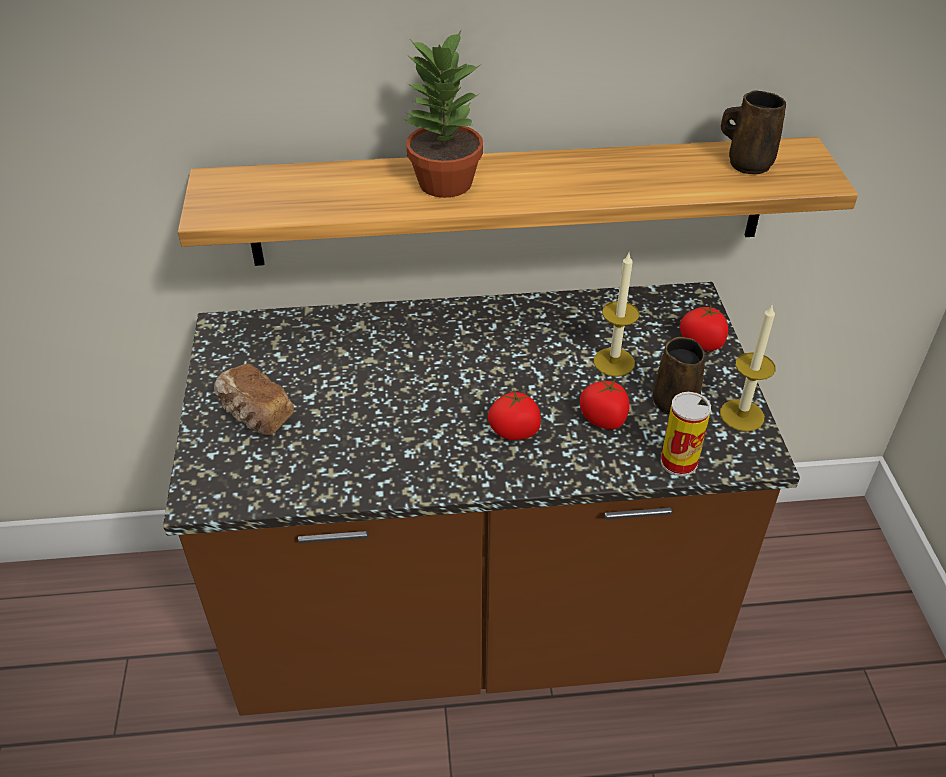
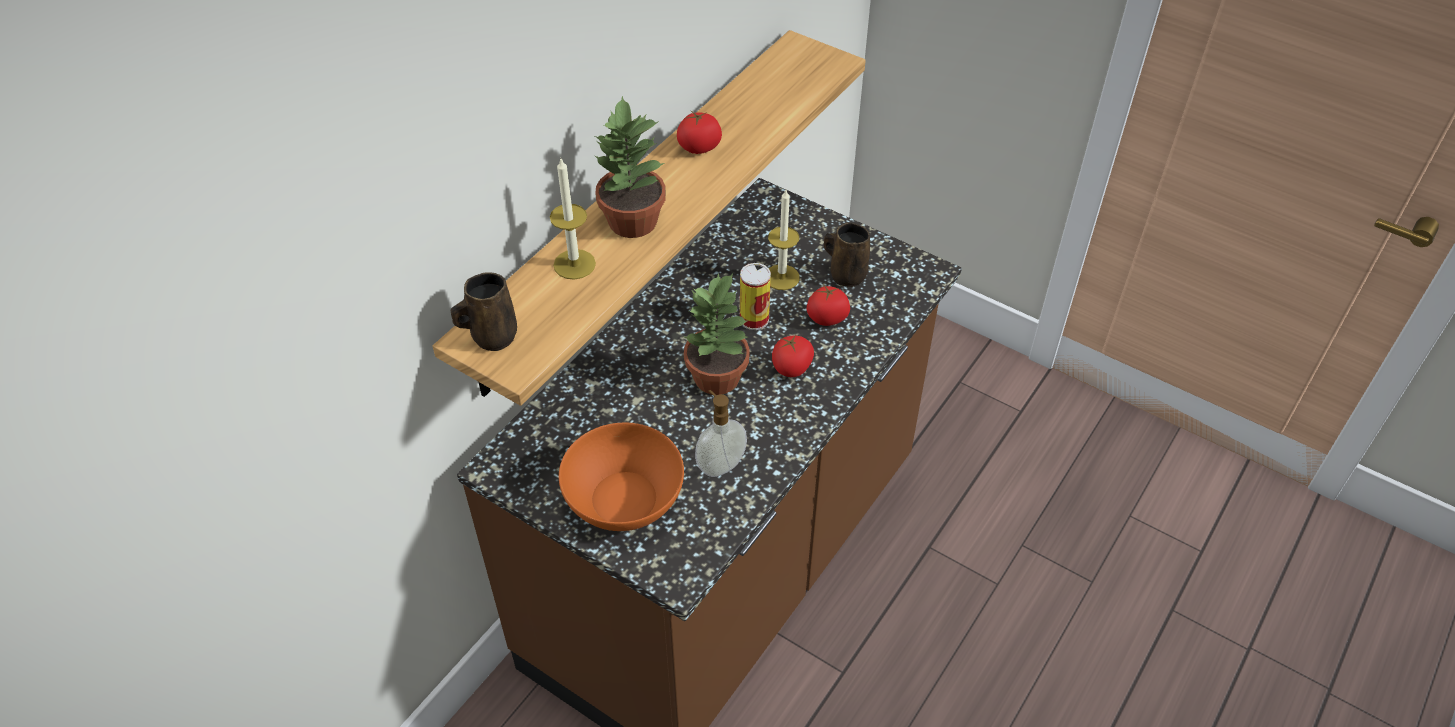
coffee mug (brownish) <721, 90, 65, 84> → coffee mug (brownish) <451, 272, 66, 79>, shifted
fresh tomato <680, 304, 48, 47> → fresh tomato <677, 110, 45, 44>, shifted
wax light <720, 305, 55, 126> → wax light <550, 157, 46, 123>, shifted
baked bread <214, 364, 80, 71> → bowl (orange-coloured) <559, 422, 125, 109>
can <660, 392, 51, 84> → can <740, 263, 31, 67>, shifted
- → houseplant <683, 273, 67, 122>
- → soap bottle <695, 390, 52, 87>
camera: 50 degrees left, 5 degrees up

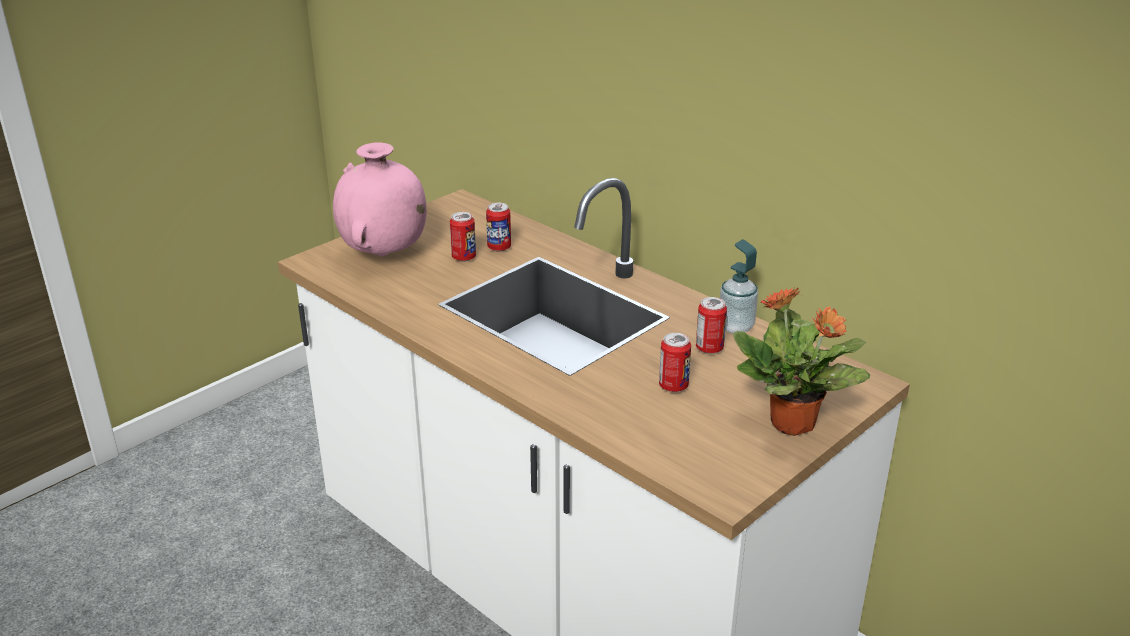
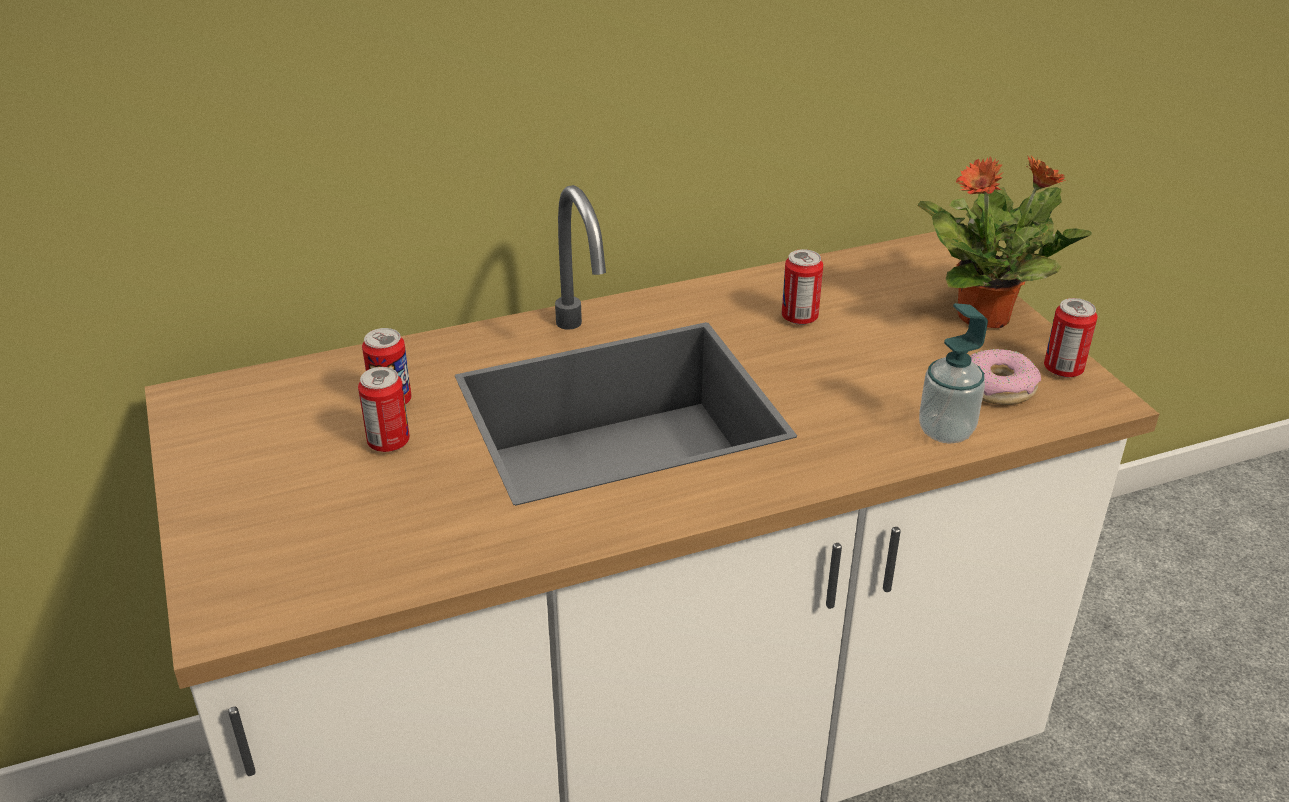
flower vase (pinkish) <333, 142, 94, 114> → -
soap bottle <720, 240, 38, 93> → soap bottle <919, 303, 69, 141>, shifted
can <659, 333, 32, 59> → can <1044, 298, 53, 80>, shifted
- → ring doughnut <970, 349, 71, 56>
camera: 65 degrees left, 5 degrees up

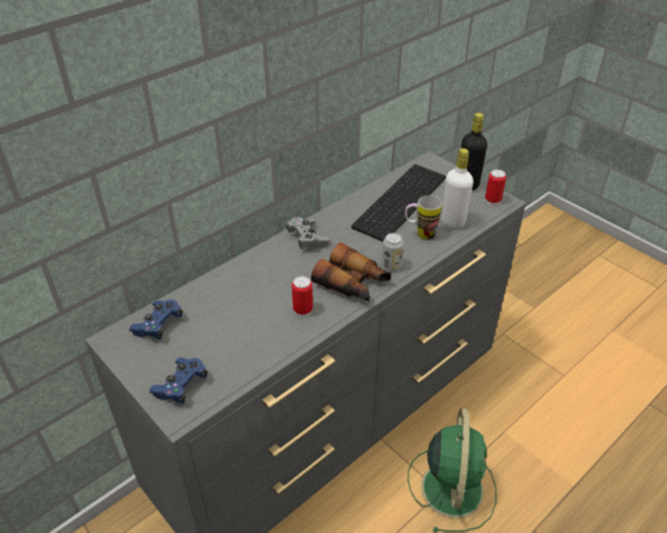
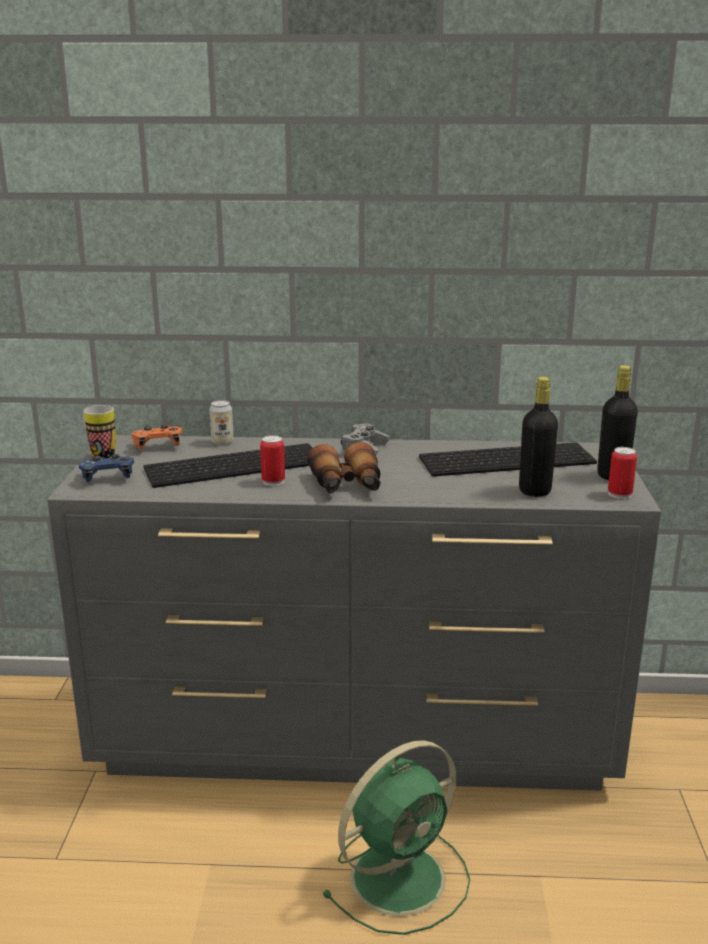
bottle (whitish) <441, 148, 32, 81> → bottle (blackish) <519, 377, 39, 120>
coffee mug <405, 195, 37, 45> → coffee mug <83, 405, 33, 54>, shifted
can <382, 233, 21, 38> → can <209, 400, 25, 45>, shifted
game controller (blue) <129, 300, 54, 40> → game controller (orange-coloured) <131, 424, 51, 26>
- → keyboard <144, 443, 168, 45>
camera: 45 degrees right, 20 degrees down

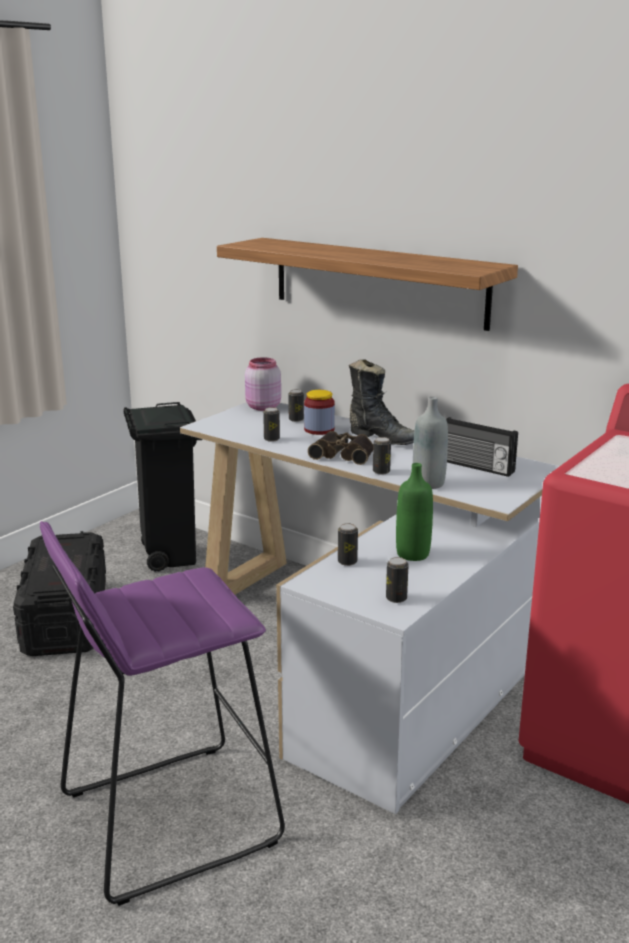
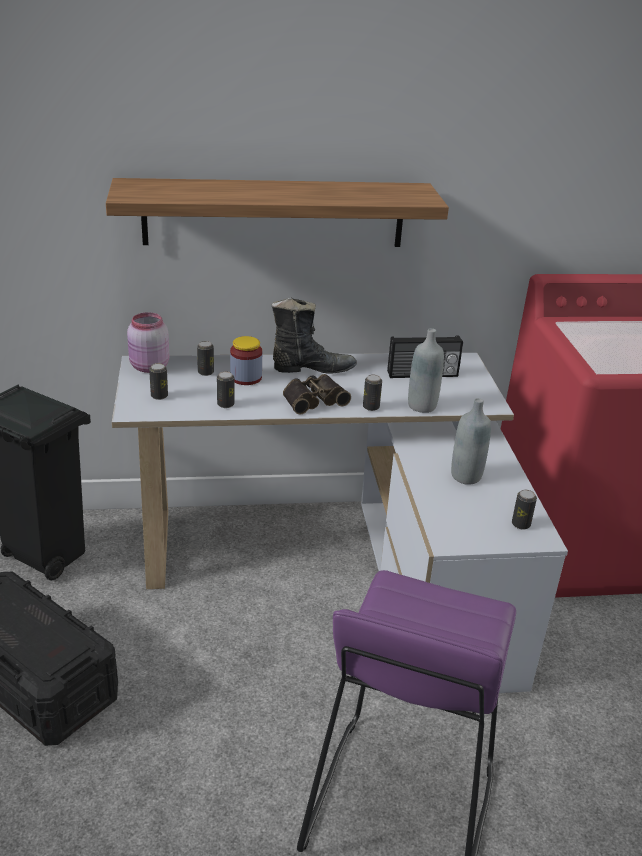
bottle (greenish) <396, 463, 37, 98> → bottle (grey) <451, 398, 40, 87>
can <338, 523, 20, 43> → can <149, 363, 19, 37>, shifted
camera: 45 degrees left, 10 degrees up

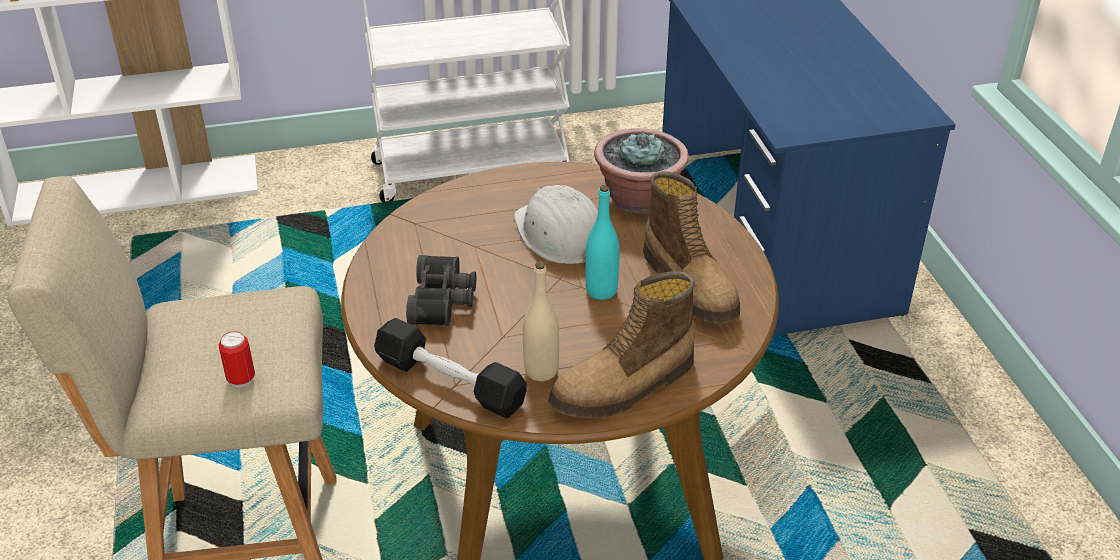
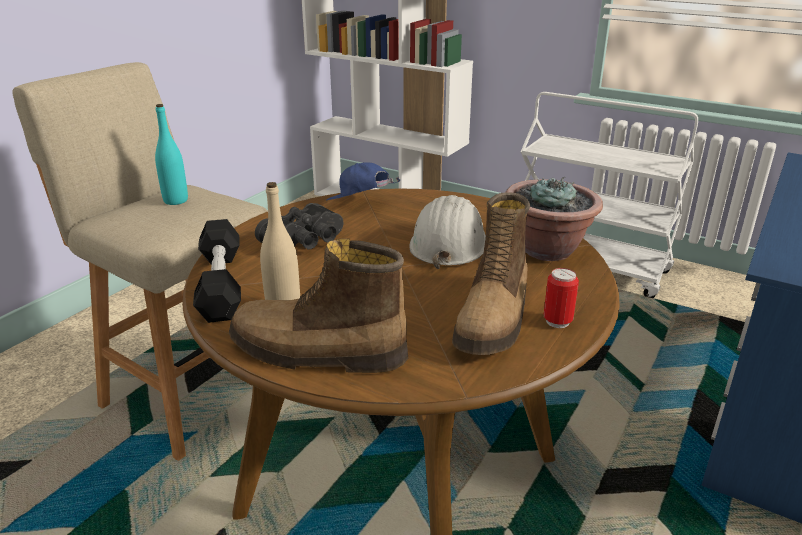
bottle (turquoise-coloured) <585, 185, 35, 115> → bottle (turquoise-coloured) <155, 104, 33, 101>, shifted
can <219, 331, 36, 56> → can <544, 268, 35, 60>, shifted
- → baseball cap (blue) <326, 162, 74, 38>
camera: 45 degrees right, 10 degrees down

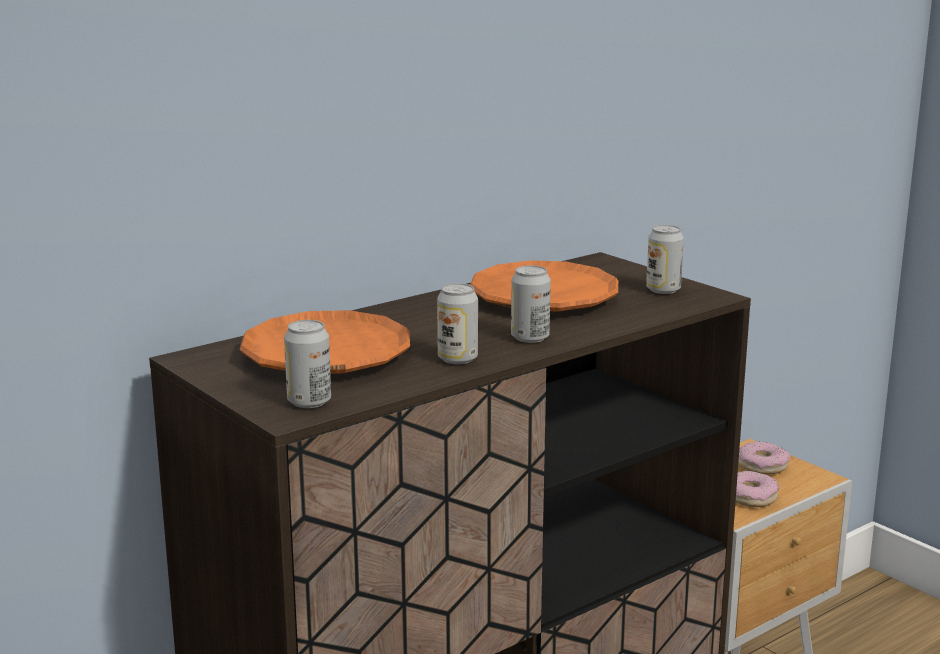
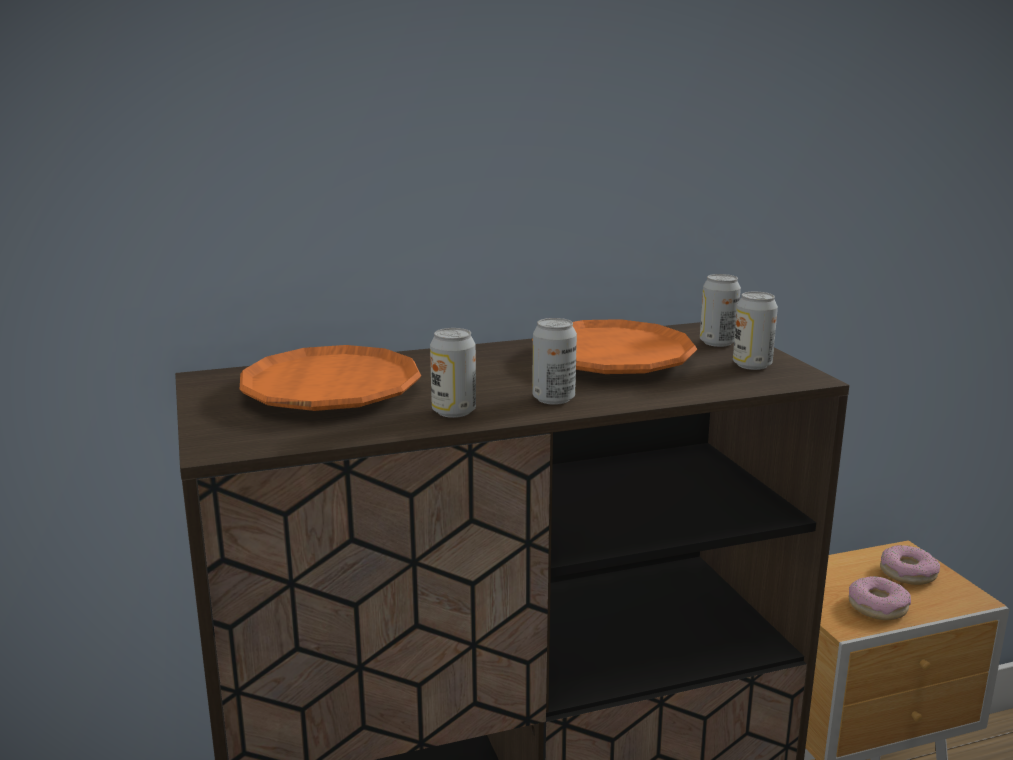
can <284, 320, 47, 88> → can <700, 274, 41, 73>, shifted
camera: 20 degrees right, 0 degrees up

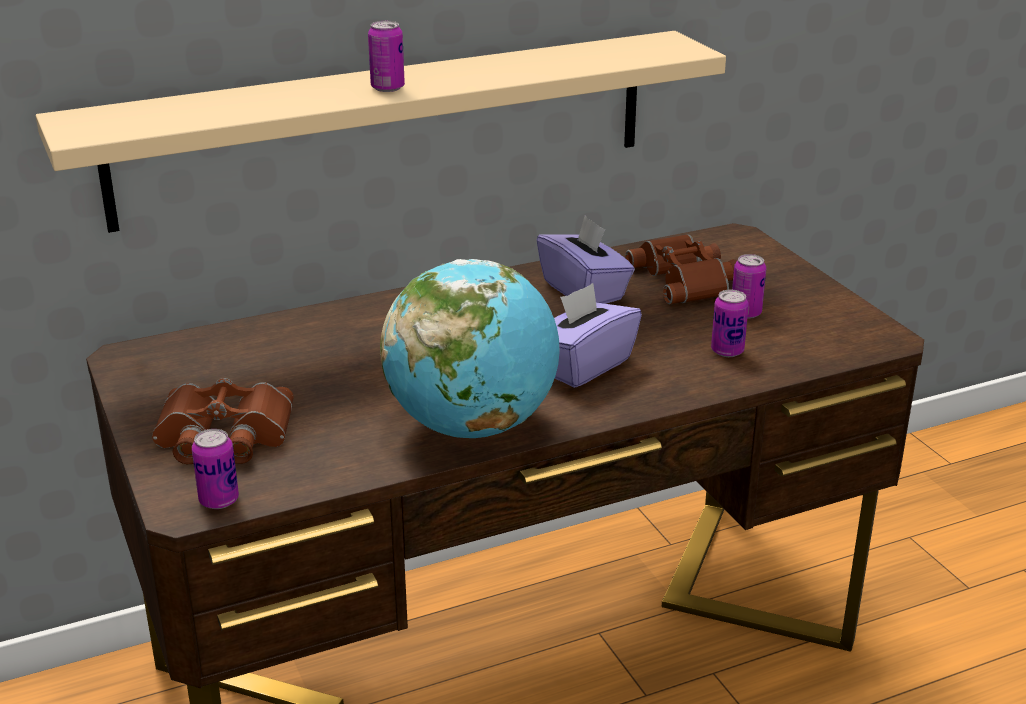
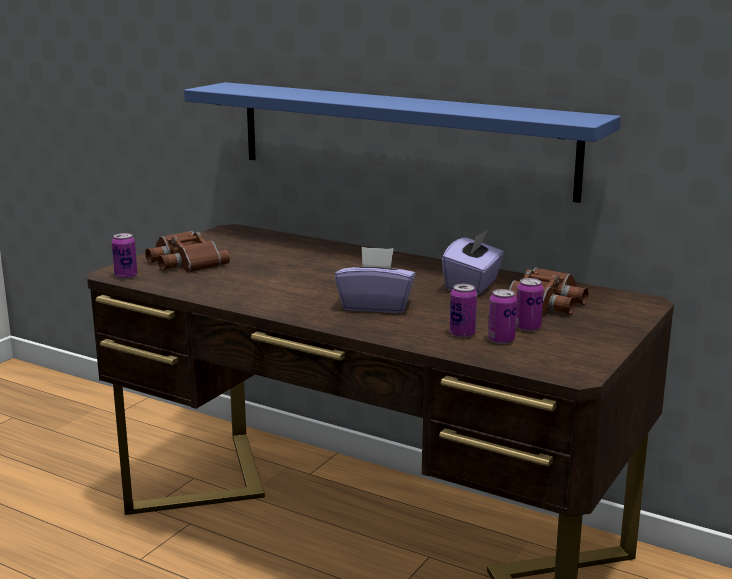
can <368, 21, 37, 71> → can <488, 289, 29, 55>, shifted
bracket shelf (sand-coloured) <36, 31, 690, 202> → bracket shelf (blue) <184, 82, 437, 121>
desk globe <380, 259, 180, 179> → -
camera: 55 degrees right, 10 degrees down

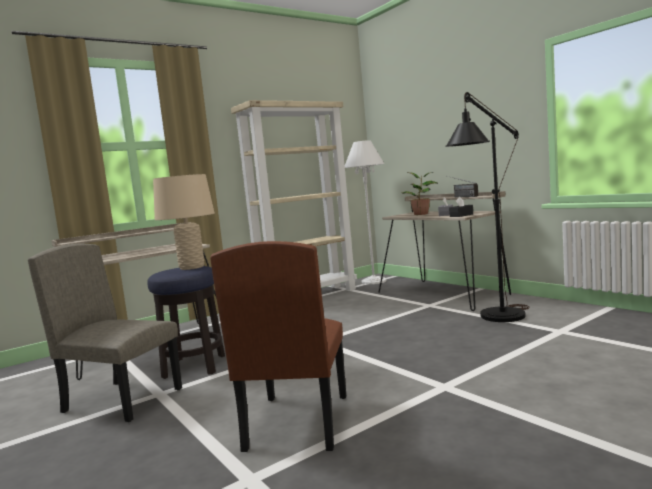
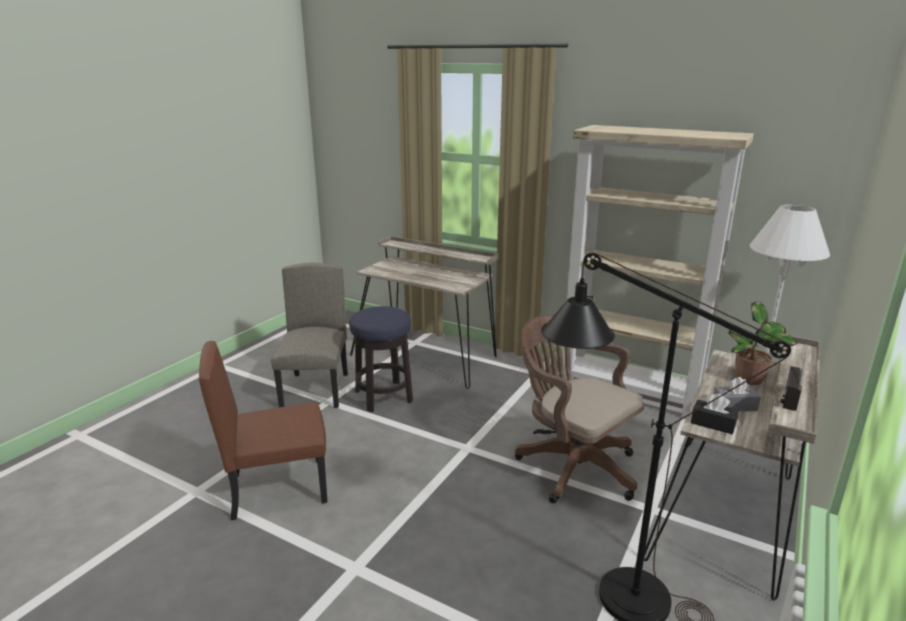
lamp for a table (sand-coloured) <153, 174, 62, 96> → -
- → desk chair (brownish) <515, 314, 129, 189>
camera: 65 degrees right, 15 degrees up

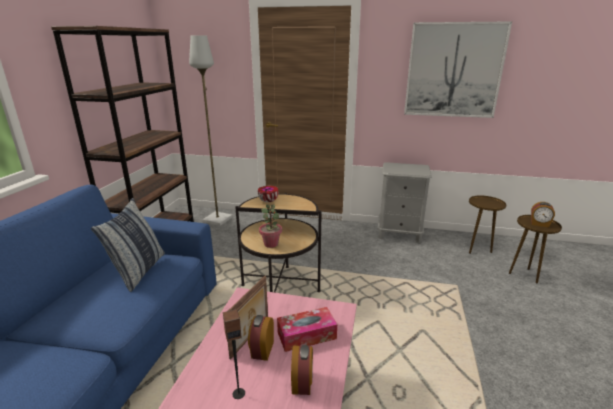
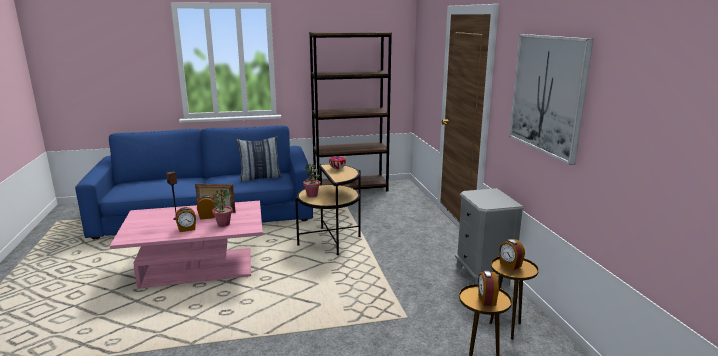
floor lamp (grey) <189, 36, 44, 190> → -
tissue box <277, 307, 60, 45> → houseplant <212, 188, 21, 39>
- → bedside clock <499, 239, 26, 31>
camera: 65 degrees right, 5 degrees down

